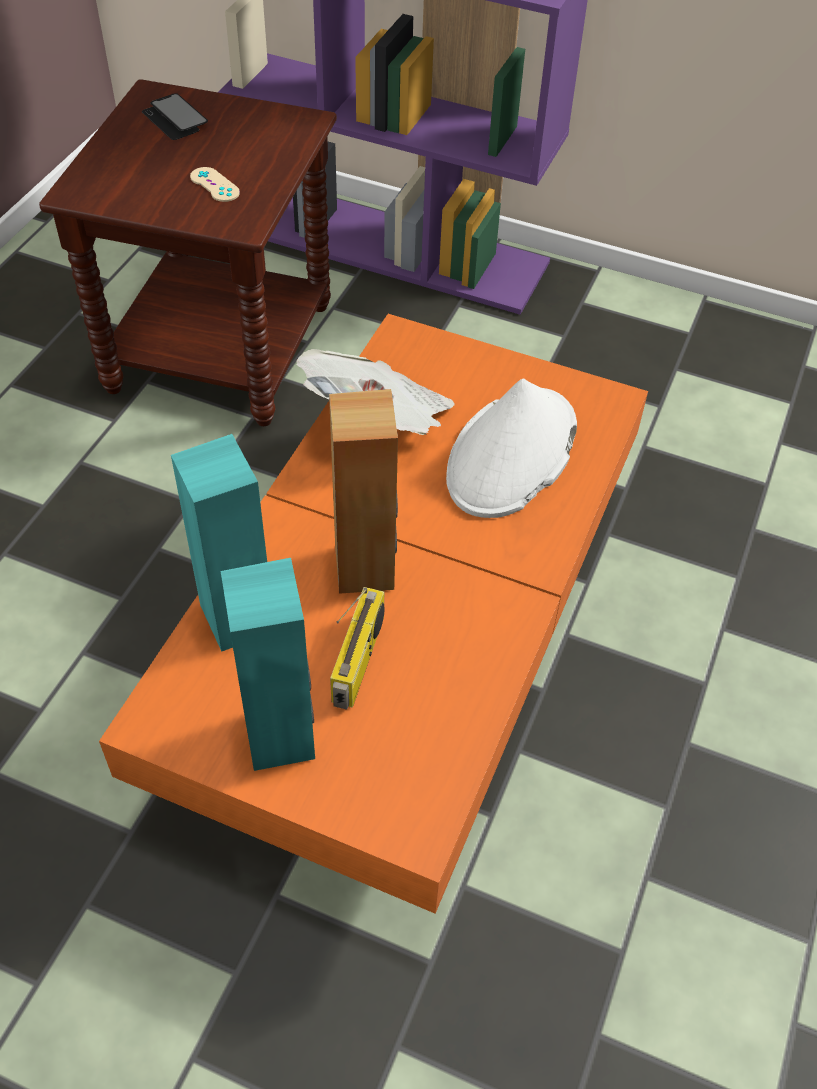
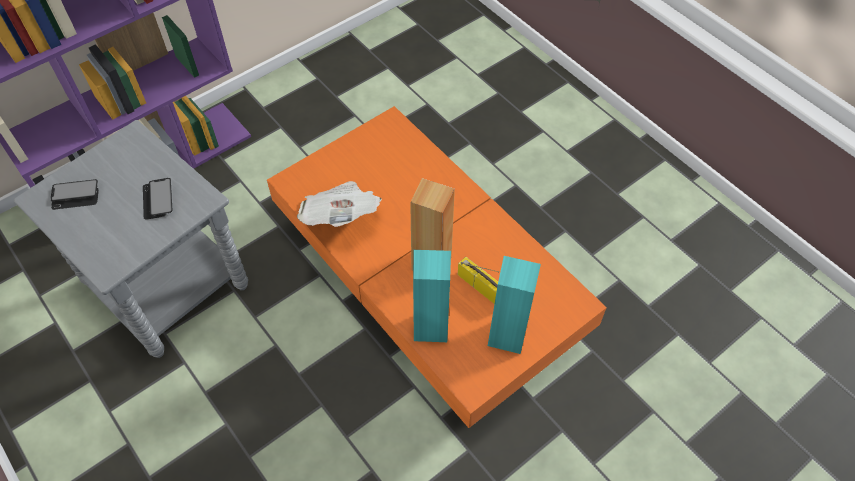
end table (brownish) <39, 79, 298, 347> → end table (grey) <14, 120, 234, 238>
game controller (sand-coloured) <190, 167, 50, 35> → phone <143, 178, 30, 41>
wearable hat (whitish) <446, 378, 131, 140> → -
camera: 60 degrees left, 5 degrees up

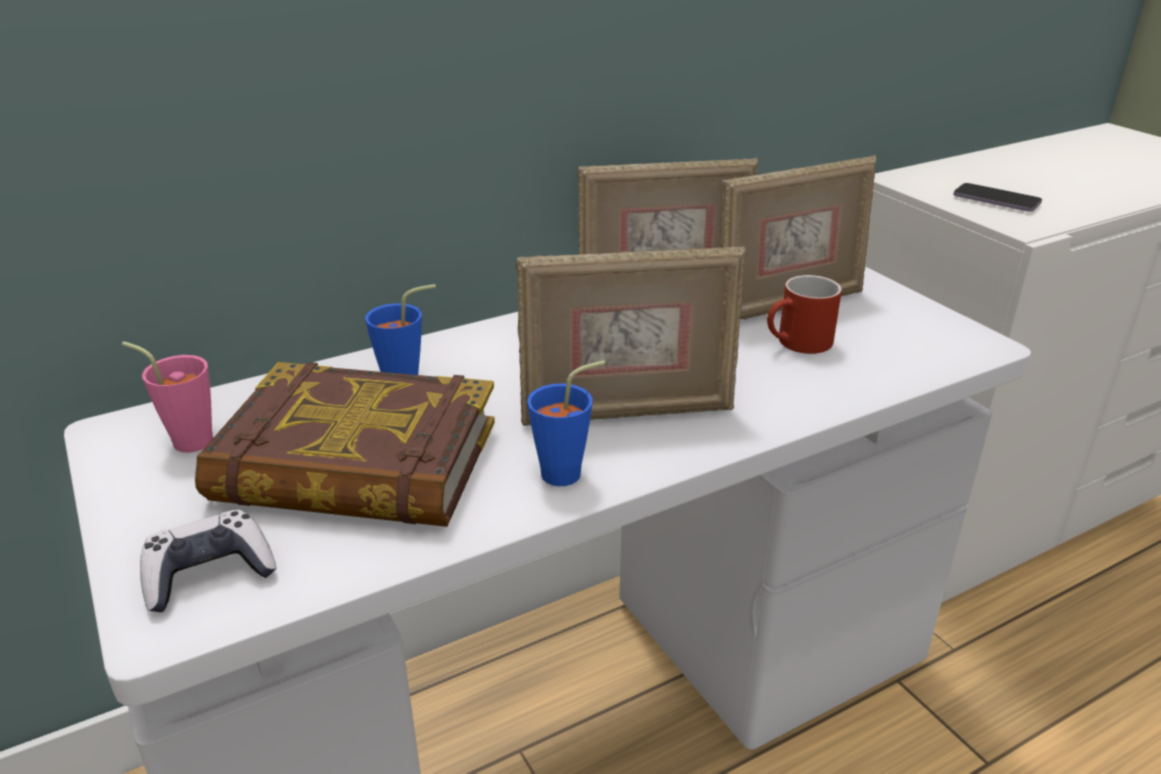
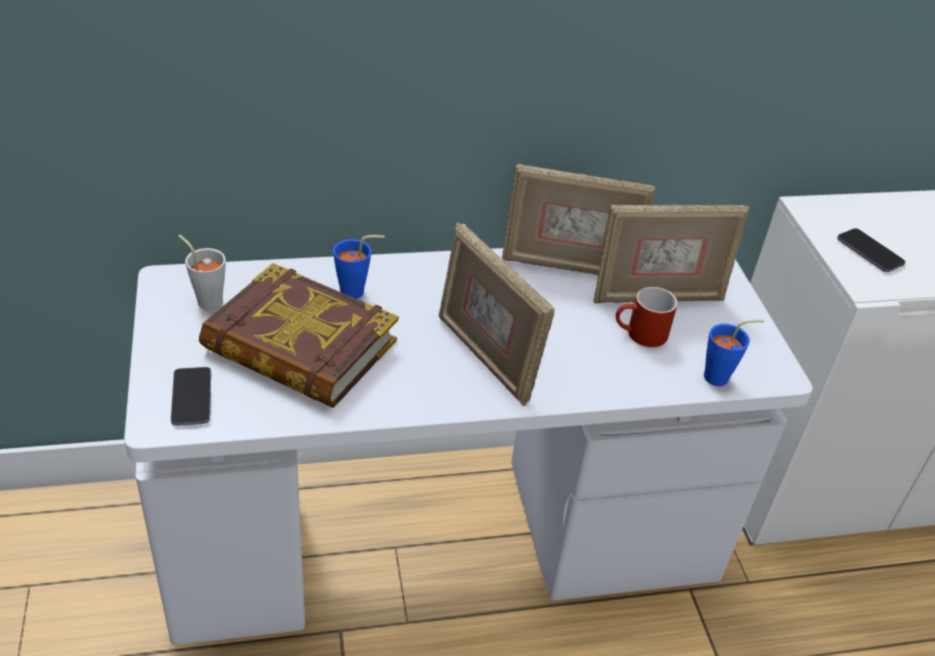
standing frame <516, 245, 230, 181> → standing frame <439, 223, 116, 183>, 45 degrees clockwise
small cup (pinkish) <122, 342, 91, 111> → small cup (grey) <178, 235, 48, 75>
small cup (blue) <527, 361, 78, 125> → small cup (blue) <704, 319, 60, 67>, shifted
game controller <140, 510, 136, 102> → phone <171, 367, 40, 59>
camera: 15 degrees right, 10 degrees up

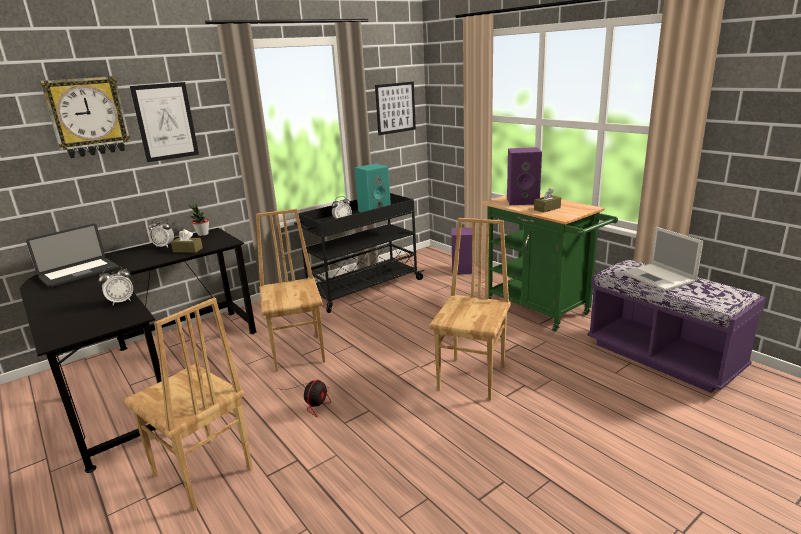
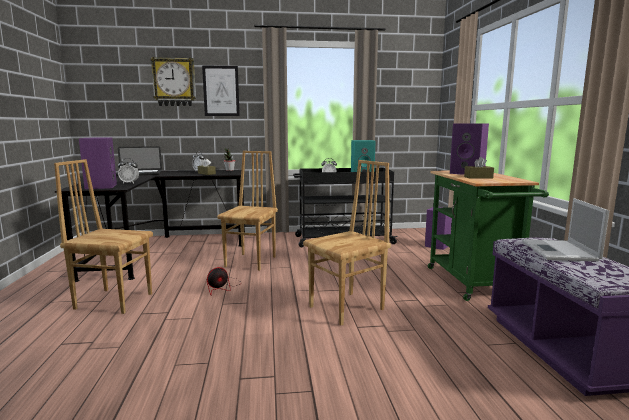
wall picture <375, 82, 41, 53> → -
plain chair (brownish) <123, 298, 130, 213> → plain chair (brownish) <54, 159, 99, 155>, 120 degrees clockwise
- → audio speaker (purple) <79, 137, 38, 52>
camera: 30 degrees right, 10 degrees down

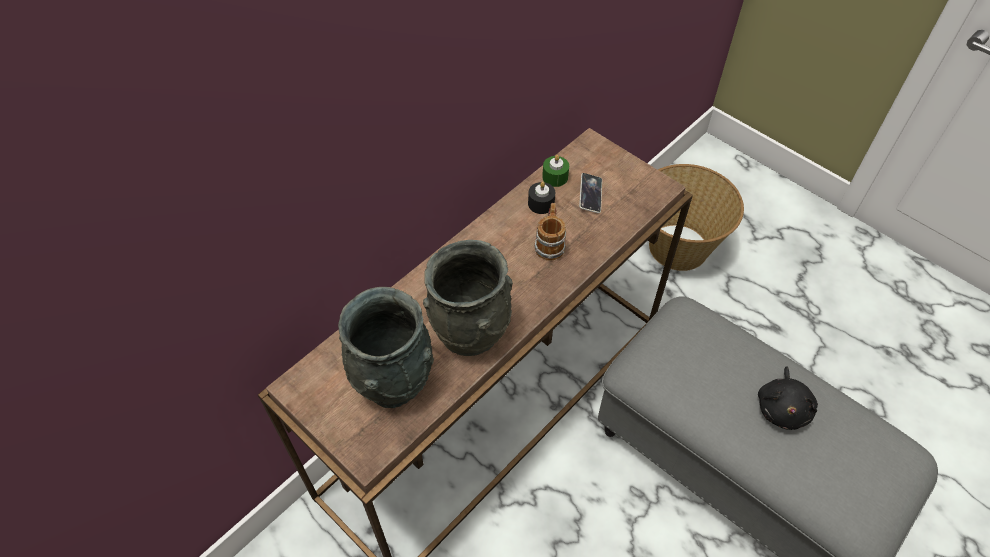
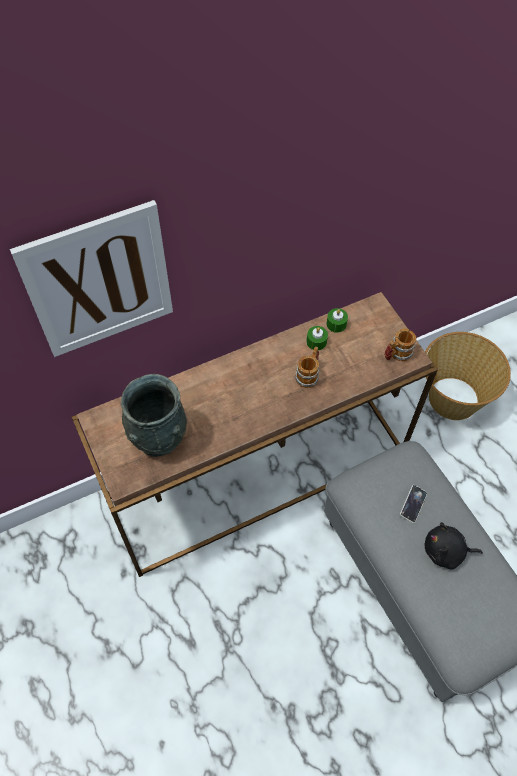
phone <579, 173, 23, 40> → phone <400, 485, 27, 38>, shifted
wax light (blackish) <528, 182, 28, 32> → wax light (greenish) <306, 326, 22, 24>
flower vase (grey) <423, 240, 90, 116> → -
plush toy (blackish) <758, 367, 60, 63> → plush toy (blackish) <424, 522, 59, 48>, 60 degrees clockwise
- → wall picture <10, 200, 163, 157>
- → coffee mug <384, 329, 32, 32>
camera: 20 degrees right, 5 degrees up

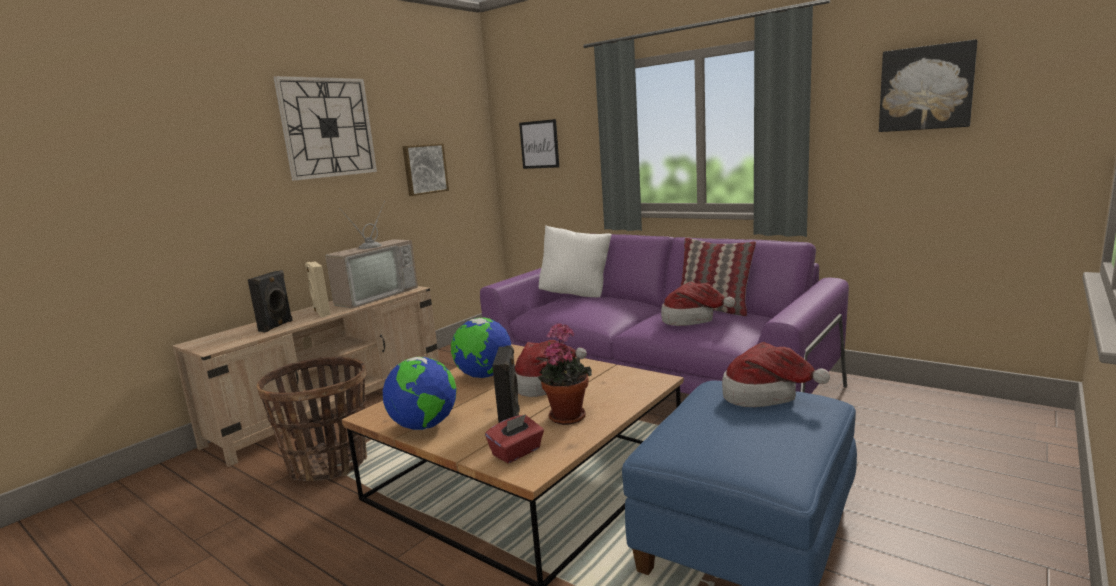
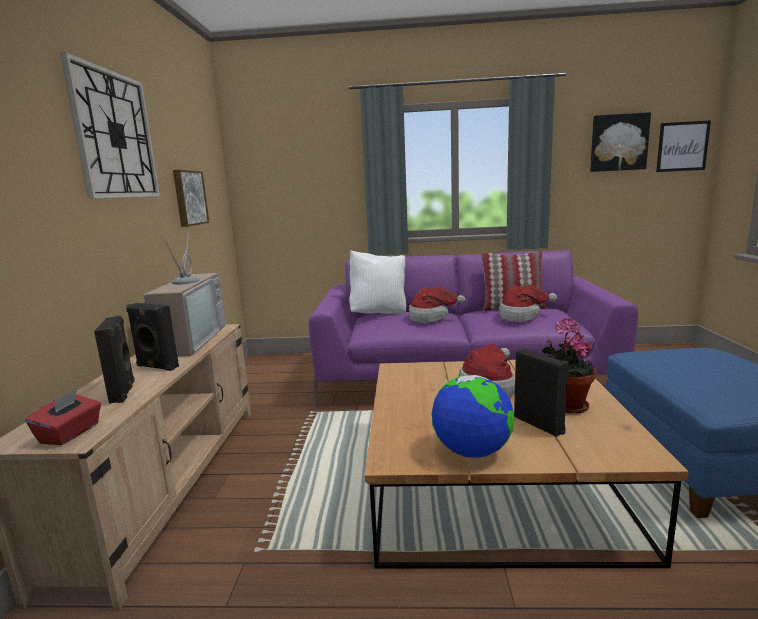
wall picture <519, 119, 40, 50> → wall picture <656, 120, 55, 52>, shifted
audio speaker (sand-coloured) <305, 261, 26, 56> → audio speaker (blackish) <126, 303, 53, 68>
desk globe <451, 318, 60, 60> → -
wearable hat <722, 342, 108, 65> → wearable hat <409, 287, 56, 36>, shifted
basket <257, 357, 110, 124> → -
tissue box (red) <485, 414, 59, 49> → tissue box (red) <25, 389, 76, 56>, shifted
camera: 35 degrees left, 0 degrees up

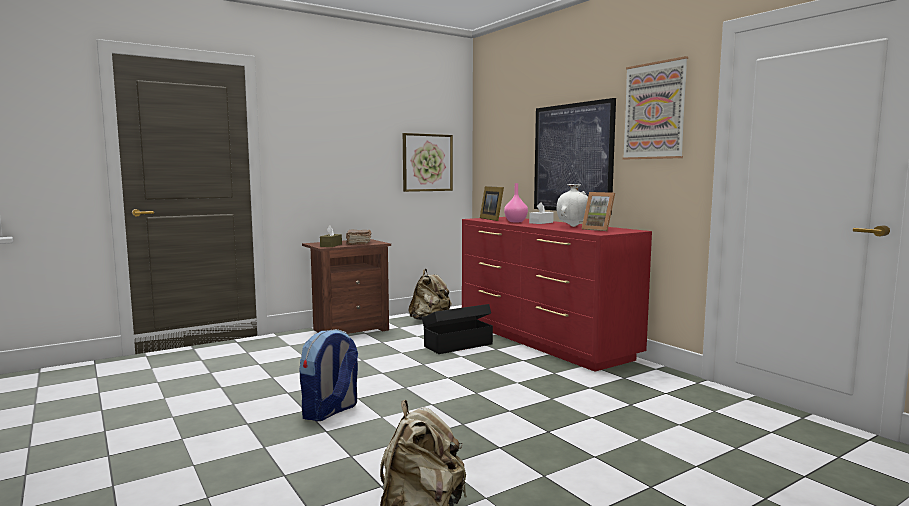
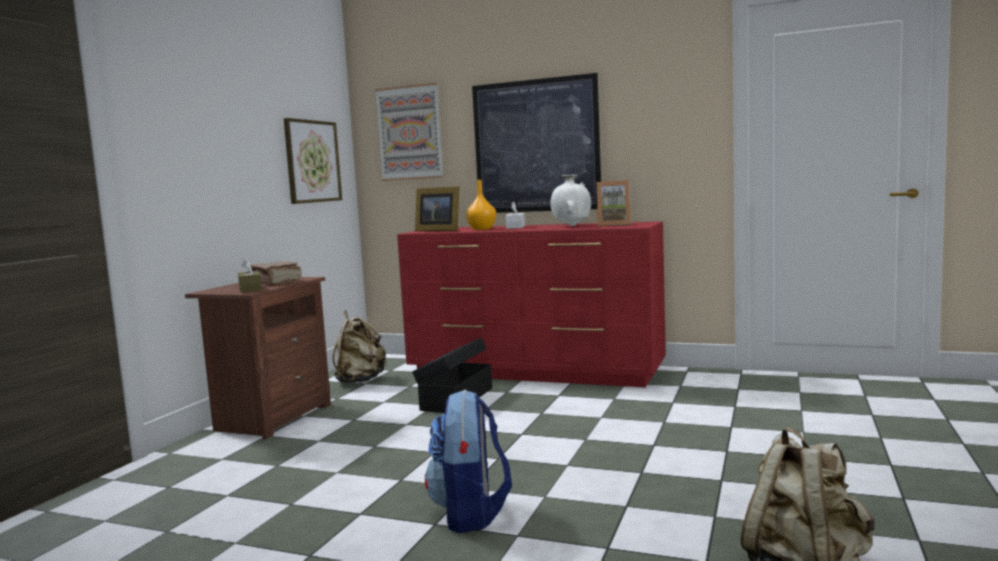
wall picture <622, 56, 66, 103> → wall picture <375, 82, 69, 99>, shifted
flower vase (pinkish) <504, 183, 24, 39> → flower vase (orange-coloured) <466, 180, 30, 50>
camera: 35 degrees left, 0 degrees up

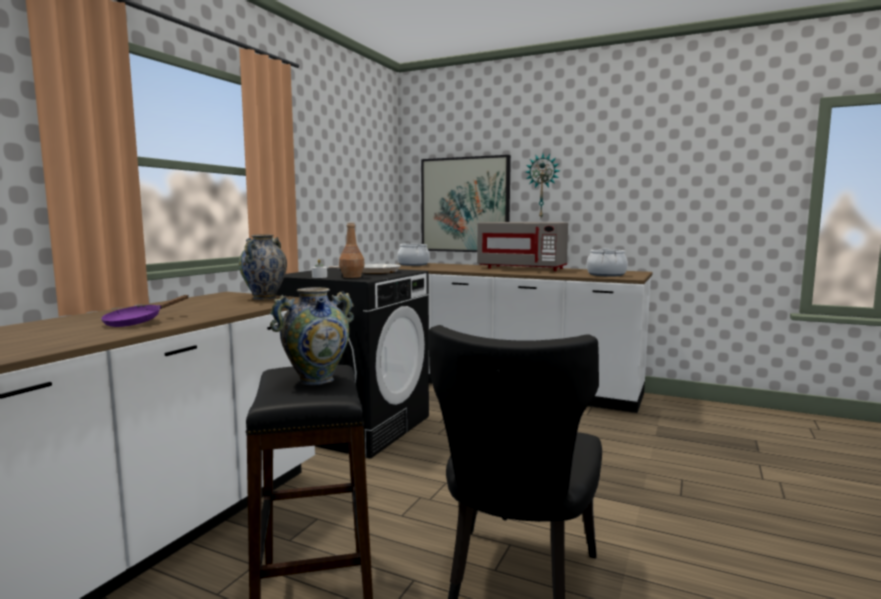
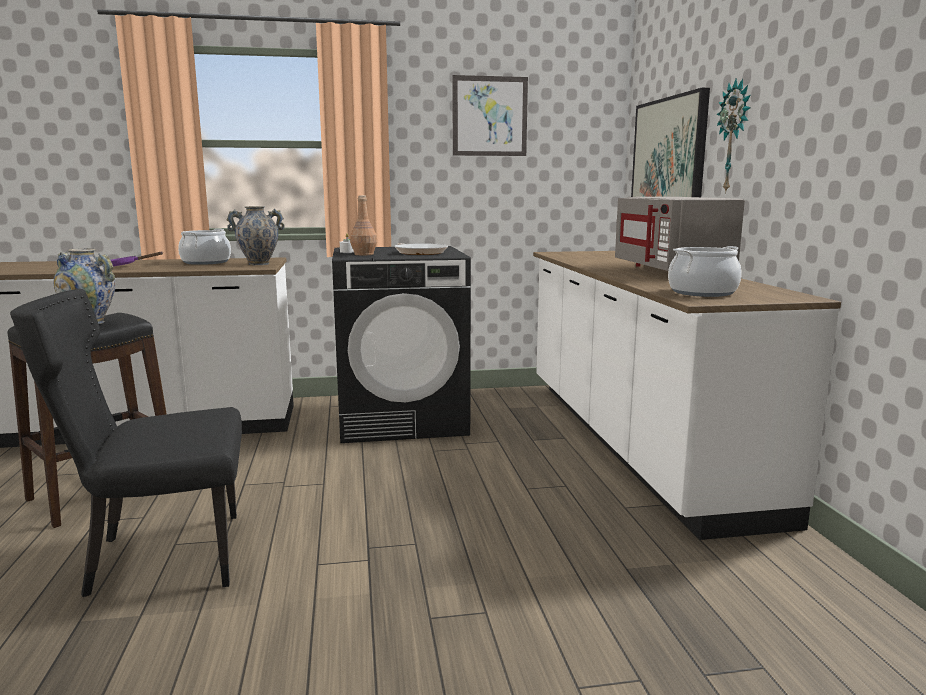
saucepot <397, 243, 33, 23> → saucepot <178, 229, 53, 36>, shifted
- → wall picture <452, 75, 76, 81>
camera: 55 degrees right, 5 degrees up

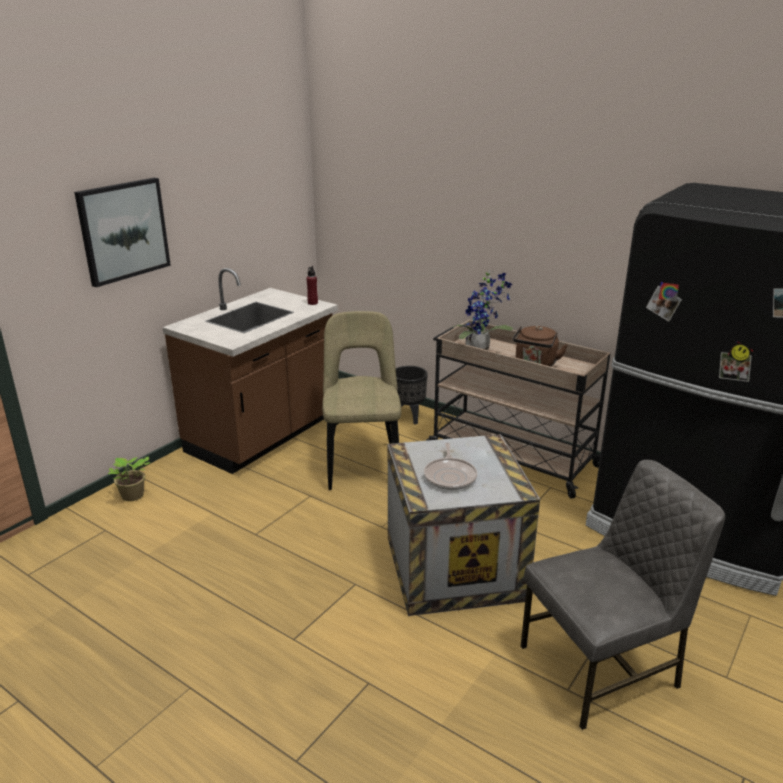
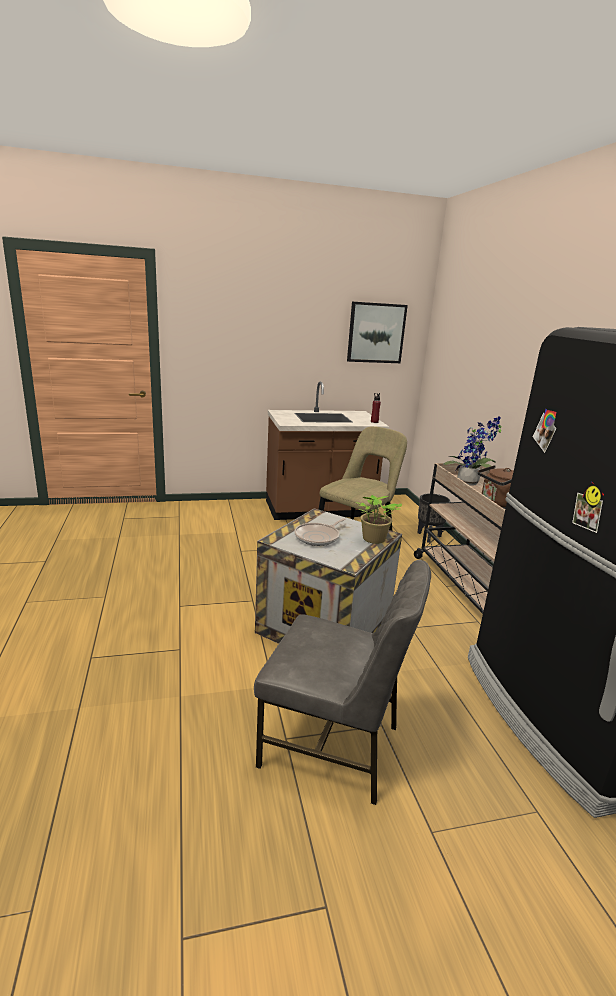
wall picture <74, 178, 97, 109> → wall picture <347, 302, 61, 61>, shifted
houseplant <108, 457, 42, 44> → houseplant <355, 495, 47, 49>, shifted
camera: 40 degrees right, 5 degrees down

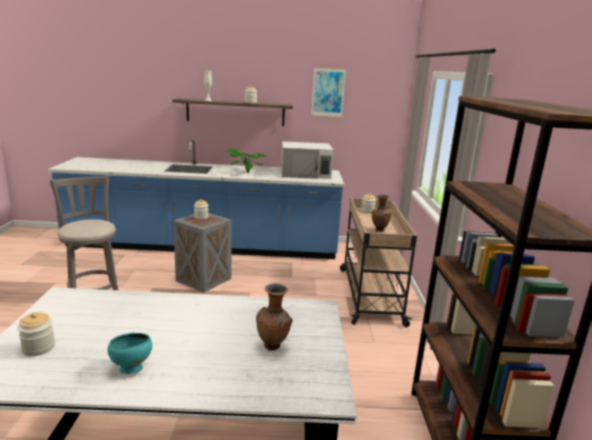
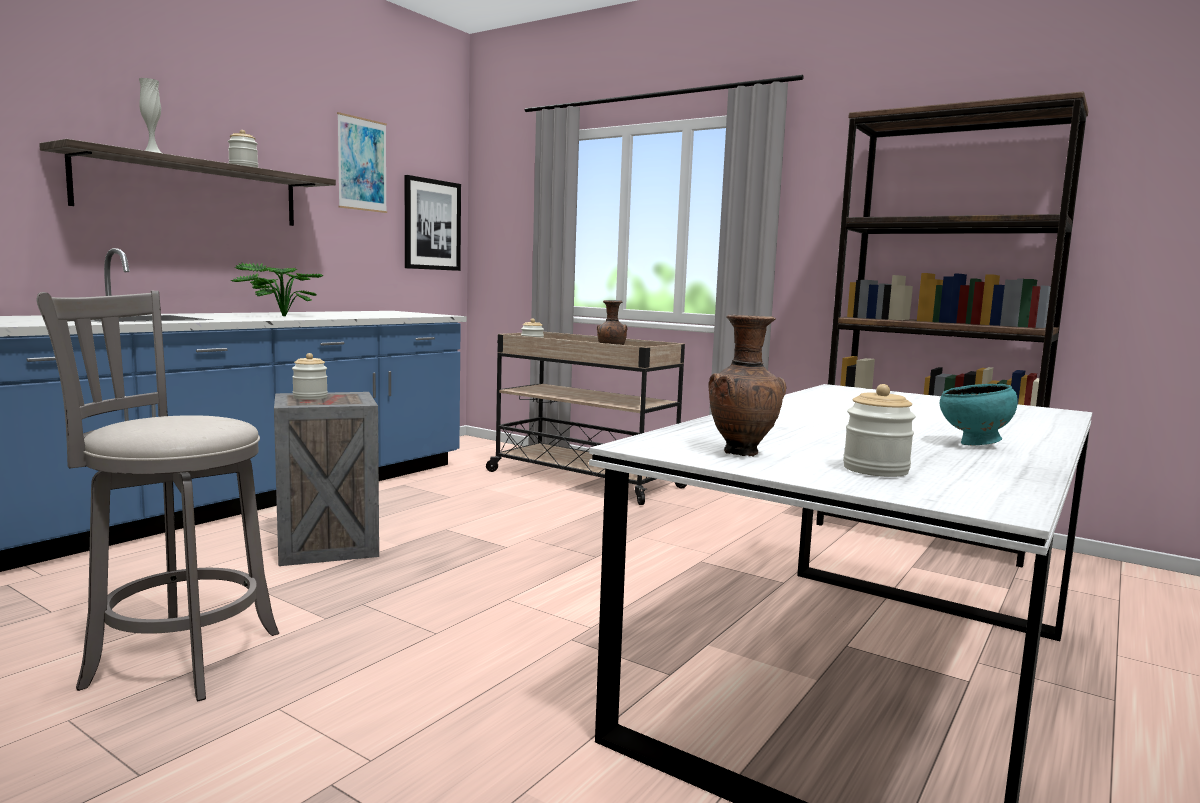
microwave oven (whitish) <281, 141, 52, 38> → -
flower vase (brownish) <256, 283, 37, 68> → flower vase (brownish) <708, 314, 79, 143>, shifted
- → wall picture <405, 175, 56, 96>
camera: 55 degrees left, 10 degrees down

